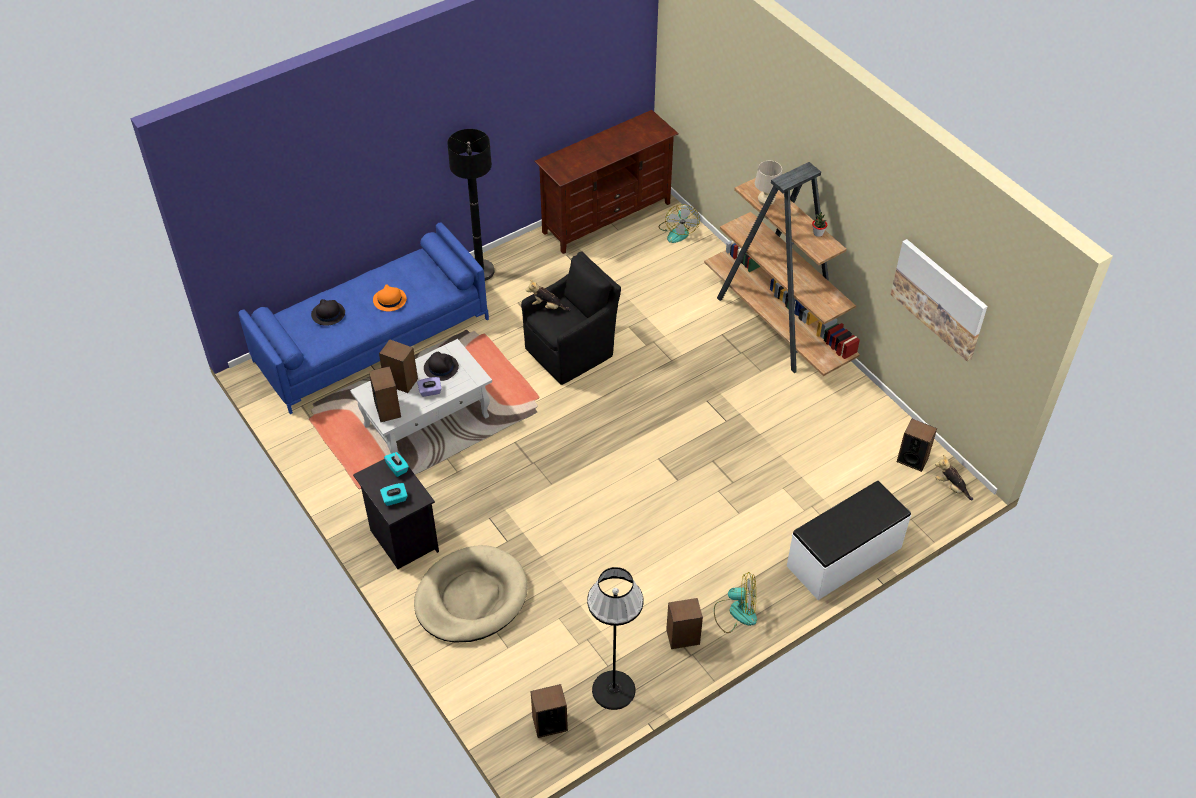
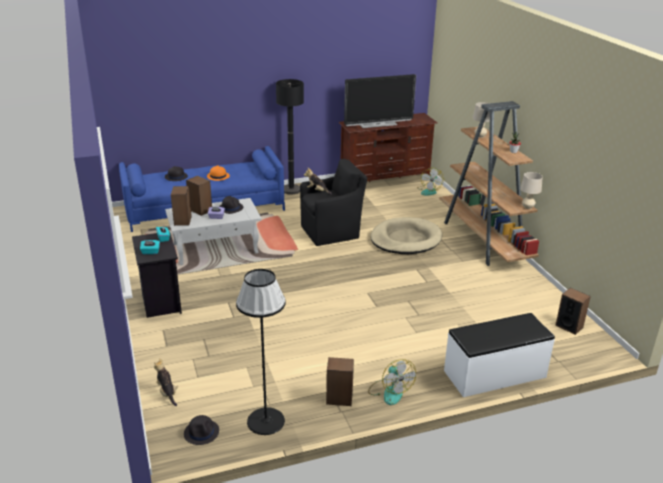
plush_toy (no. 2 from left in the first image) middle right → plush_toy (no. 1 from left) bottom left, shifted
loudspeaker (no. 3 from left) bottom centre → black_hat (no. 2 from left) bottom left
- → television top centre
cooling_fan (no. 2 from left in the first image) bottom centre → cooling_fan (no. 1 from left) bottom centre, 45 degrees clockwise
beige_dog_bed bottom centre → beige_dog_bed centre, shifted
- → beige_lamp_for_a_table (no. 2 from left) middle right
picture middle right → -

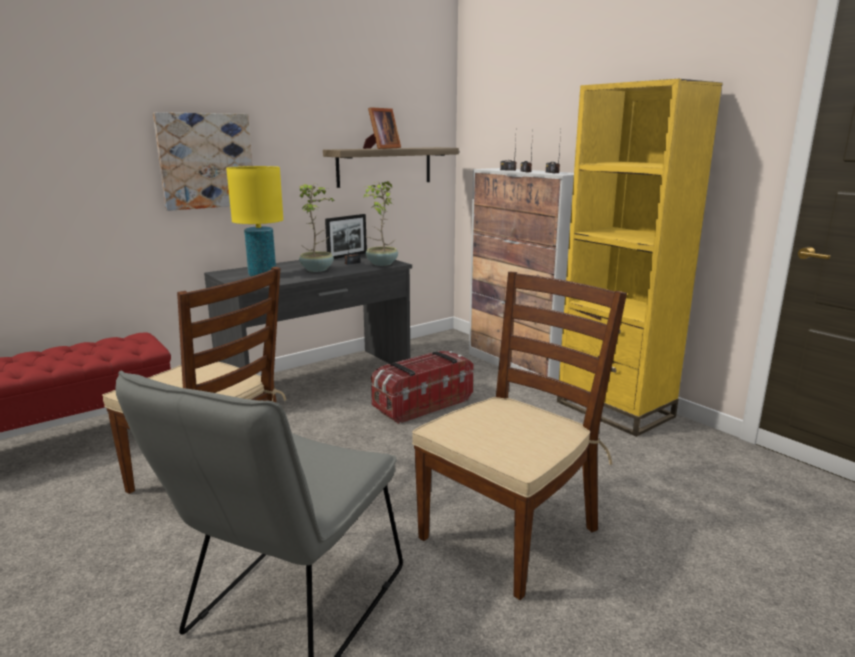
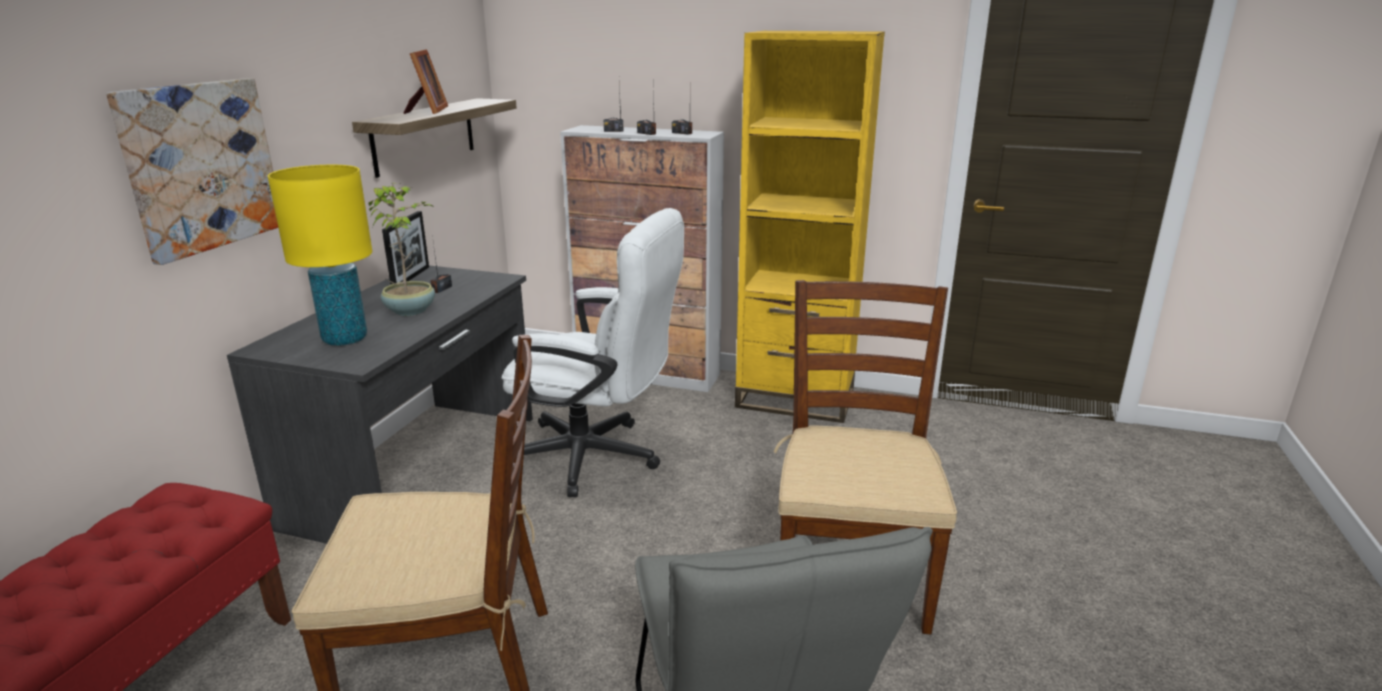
storage_container centre → white_office_chair centre
houseplant (no. 2 from left) centre → -

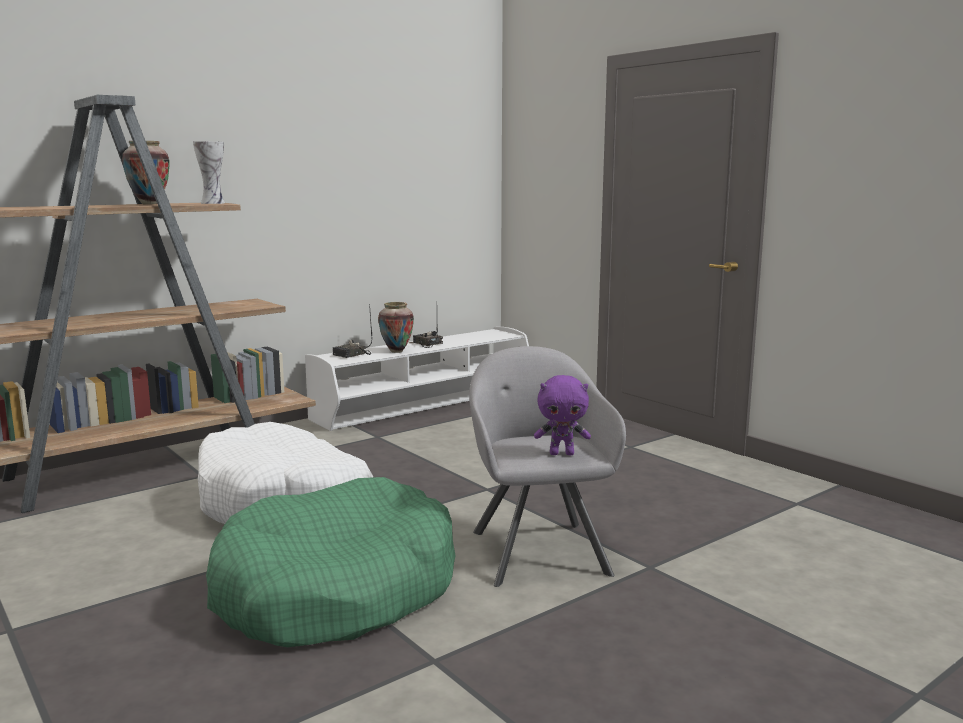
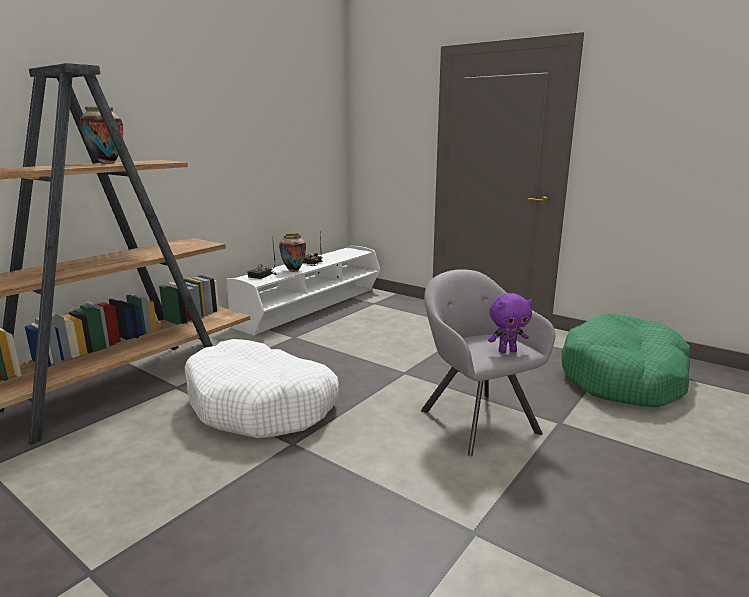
greenish_dog_bed bottom centre → greenish_dog_bed middle right, shifted
vase (no. 2 from left) top left → -

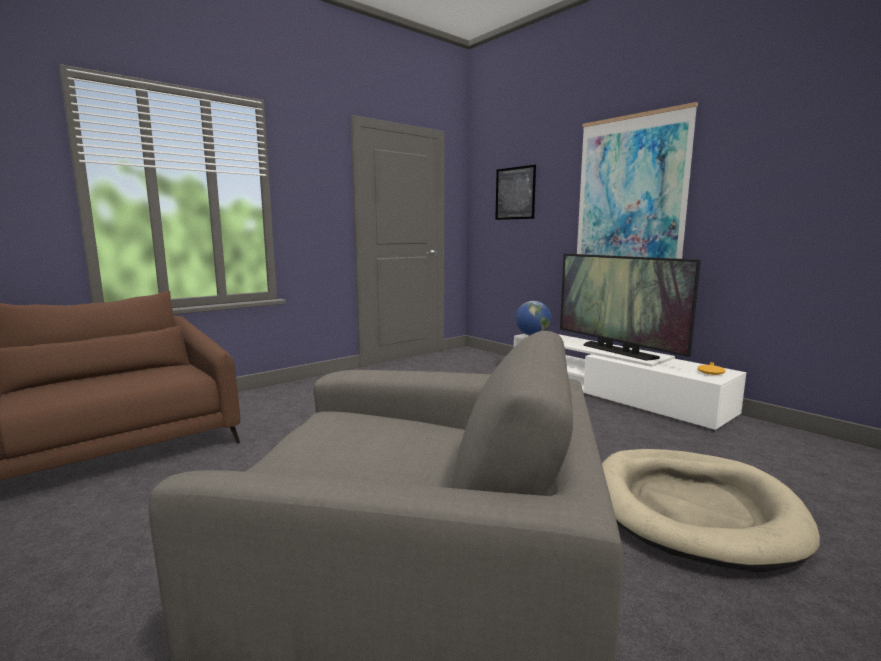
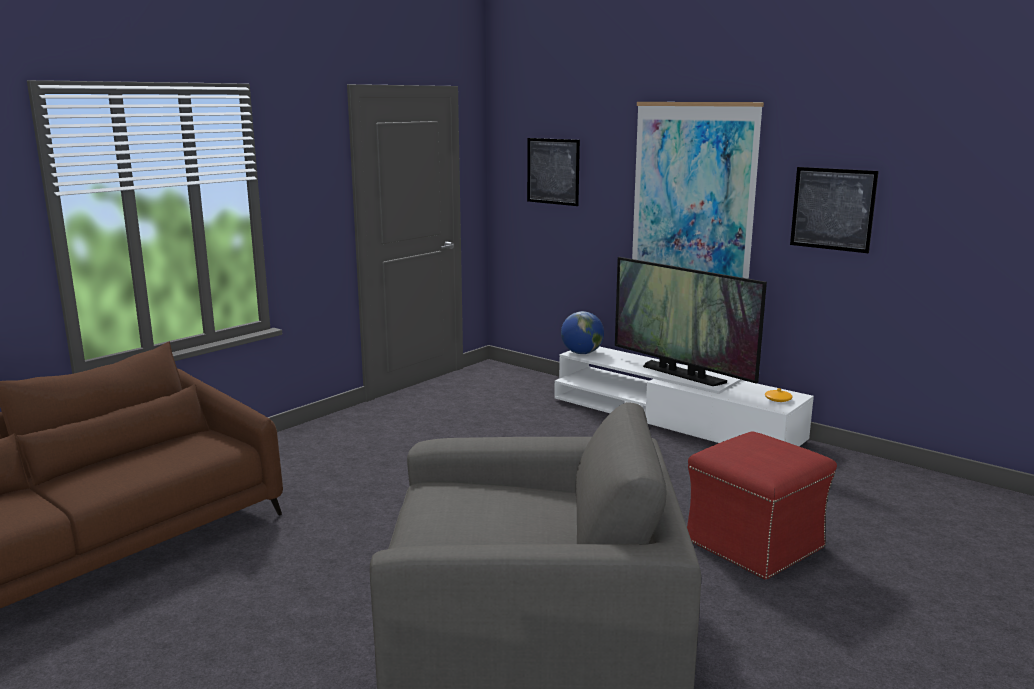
beige_dog_bed bottom right → red_footrest bottom right
- → picture (no. 3 from left) top right

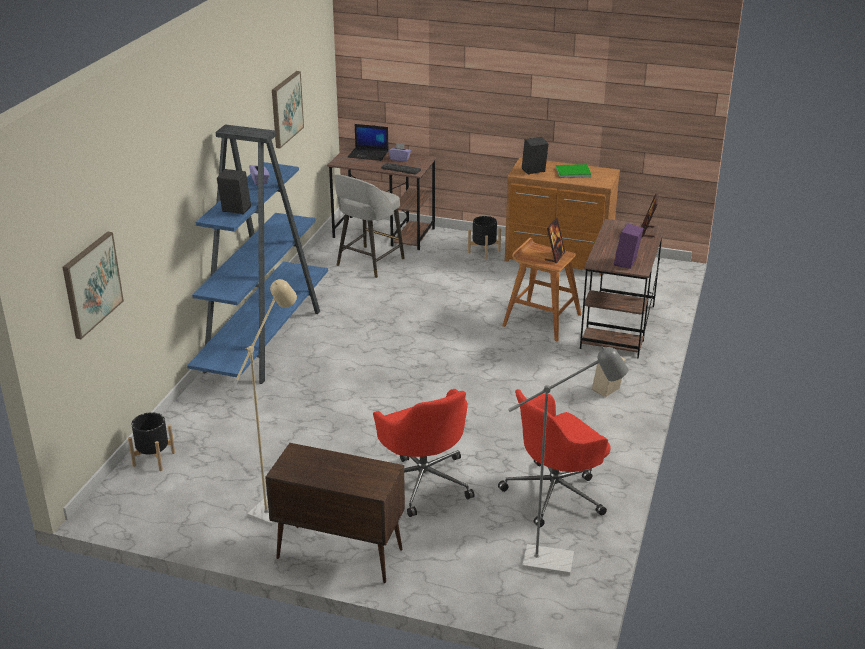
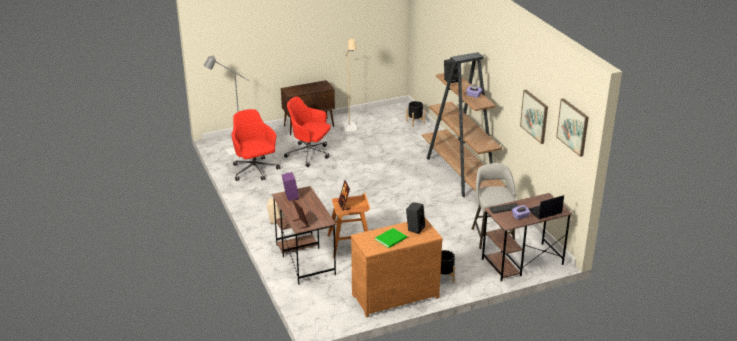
red_office_chair (no. 2 from left in the first image) bottom centre → red_office_chair (no. 1 from left) centre, 45 degrees counterclockwise
blue-coloured_bookcase middle left → brownish_bookcase centre
picture (no. 1 from left in the first image) middle left → picture (no. 2 from left) middle right, shifted

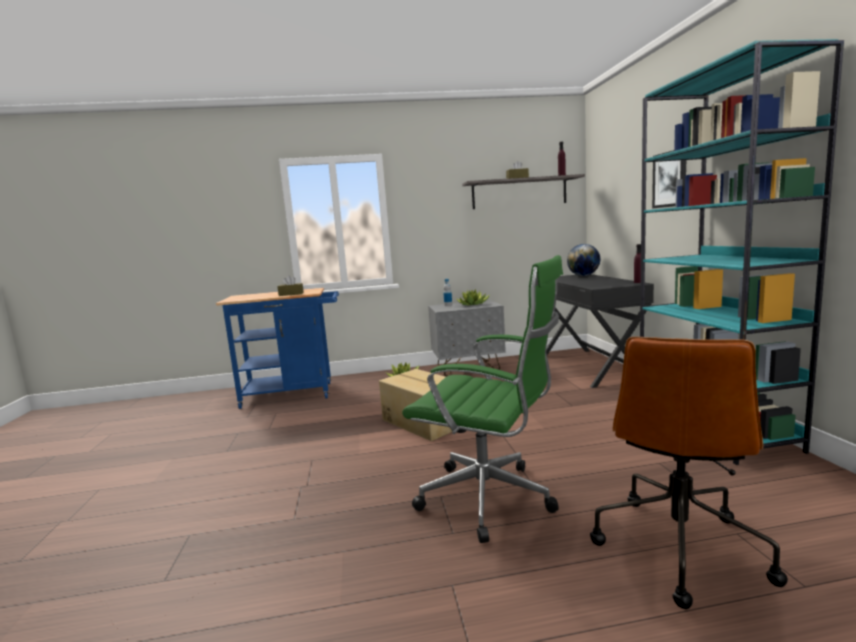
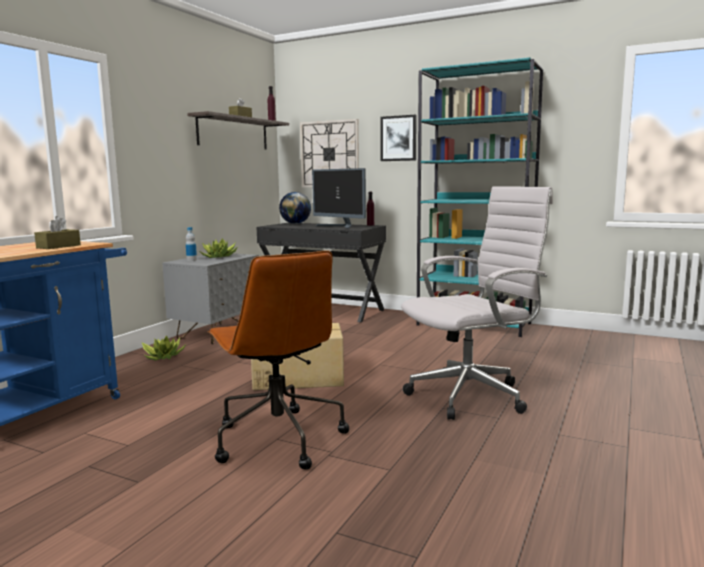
brownish_office_chair bottom right → brownish_office_chair centre, shifted
- → wall_clock top centre
- → monitor centre
greenish_office_chair centre → white_office_chair middle right

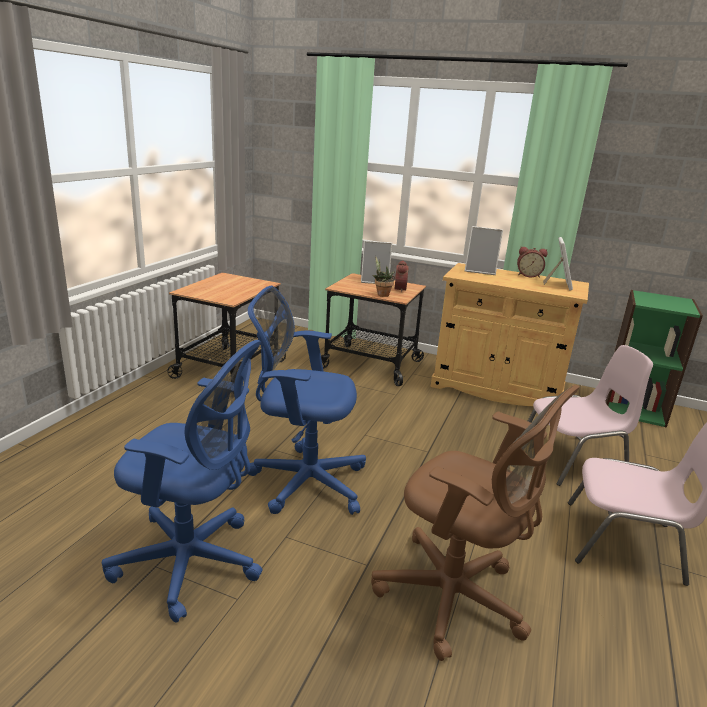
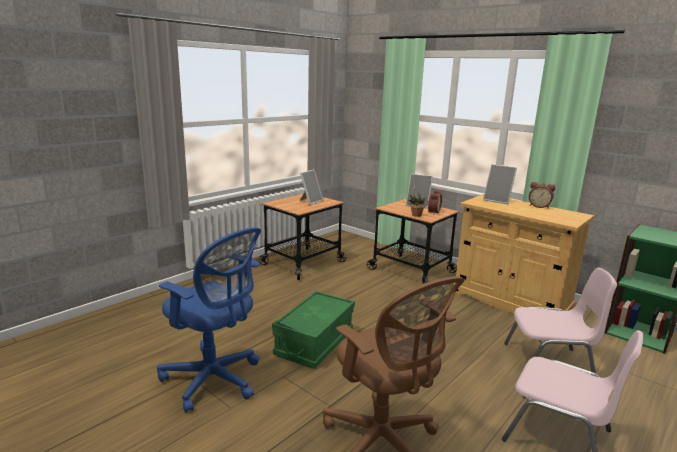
blue-coloured_office_chair (no. 2 from left) centre → greenish_storage_container bottom centre
standing_frame (no. 3 from left in the first image) middle right → standing_frame (no. 1 from left) centre, shifted

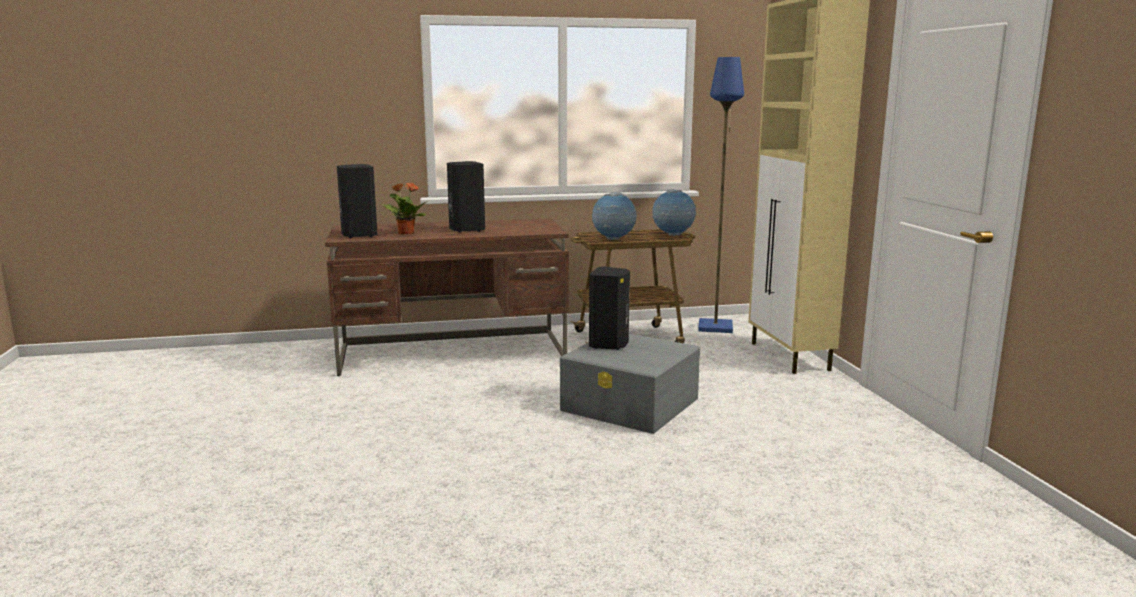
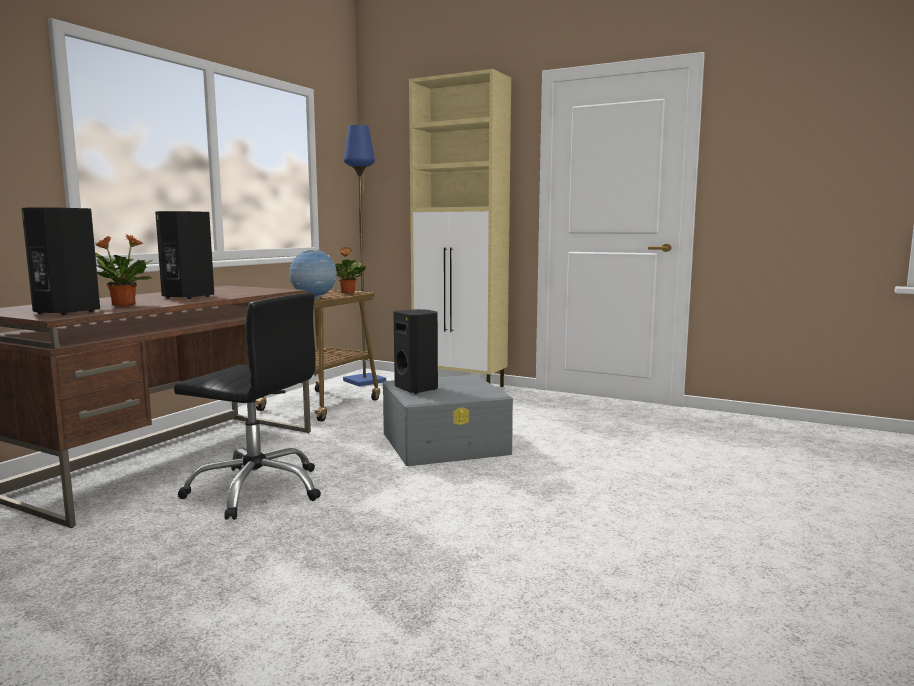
- → black_office_chair middle left
world_globe (no. 2 from left) centre → houseplant (no. 2 from left) centre

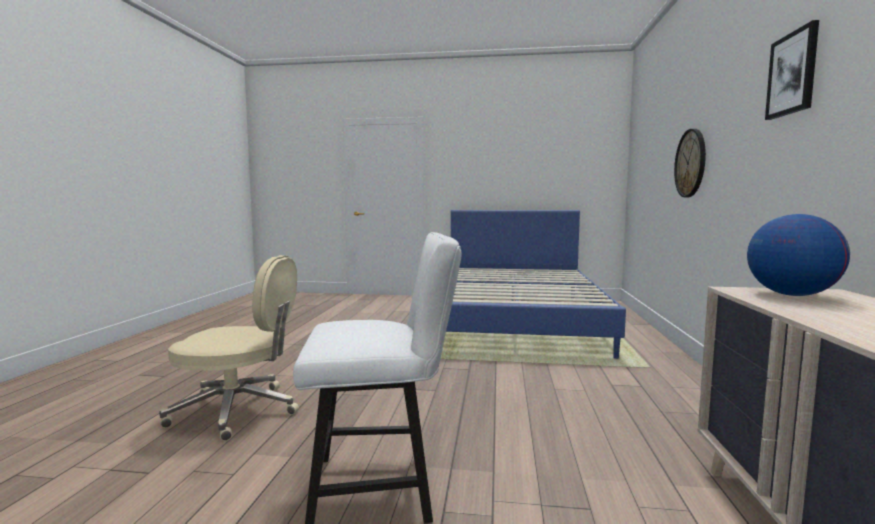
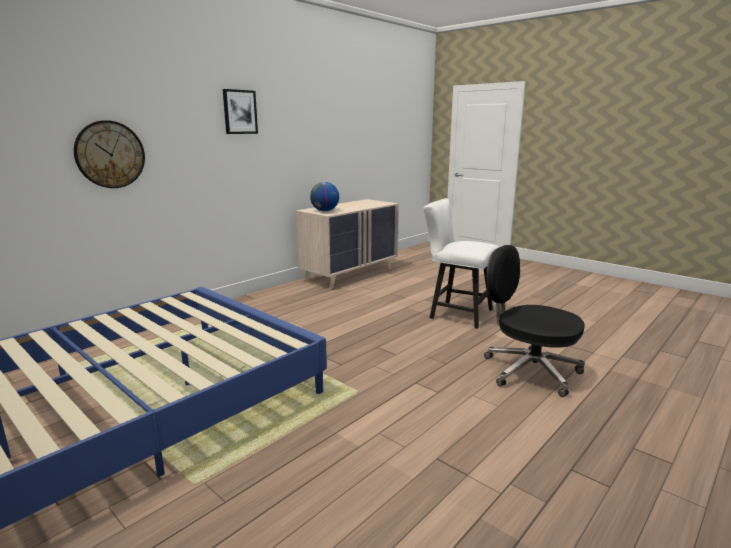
beige_office_chair middle left → black_office_chair middle right

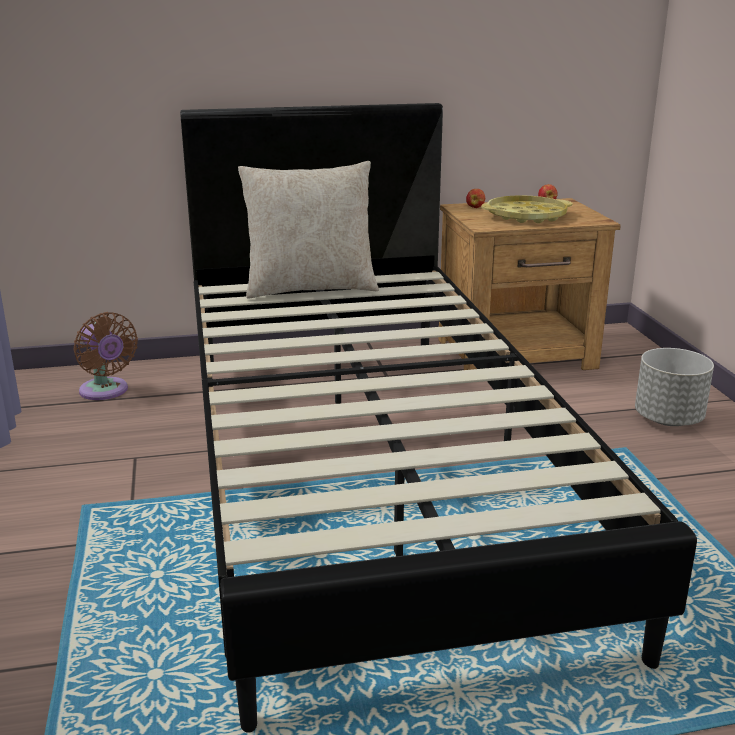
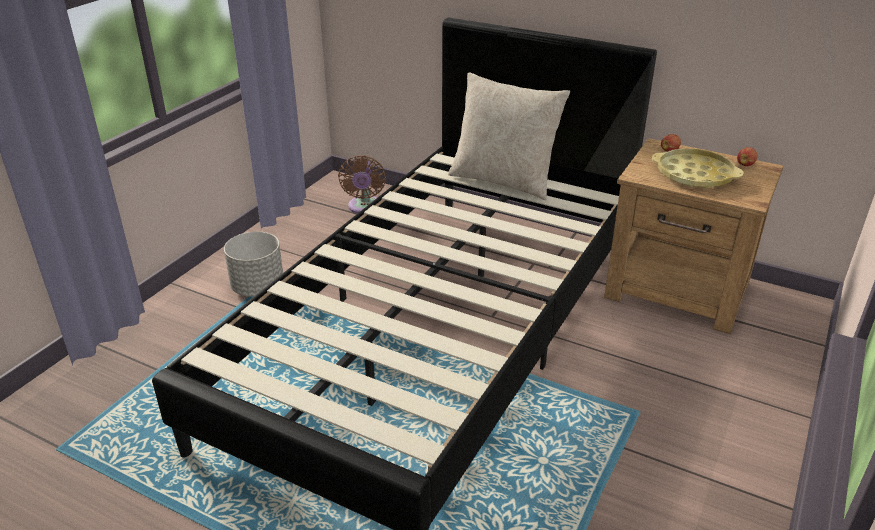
greyish_planter middle right → greyish_planter middle left, shifted

